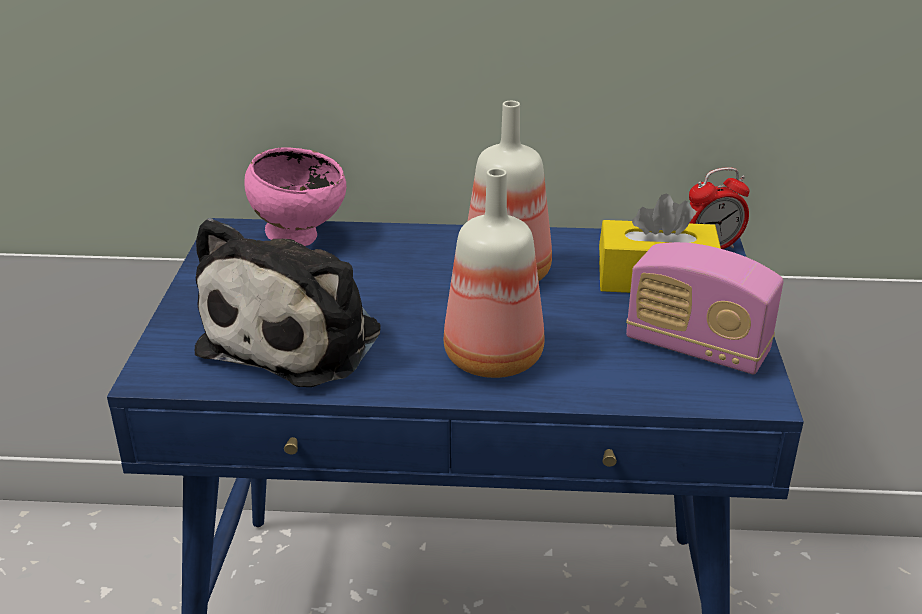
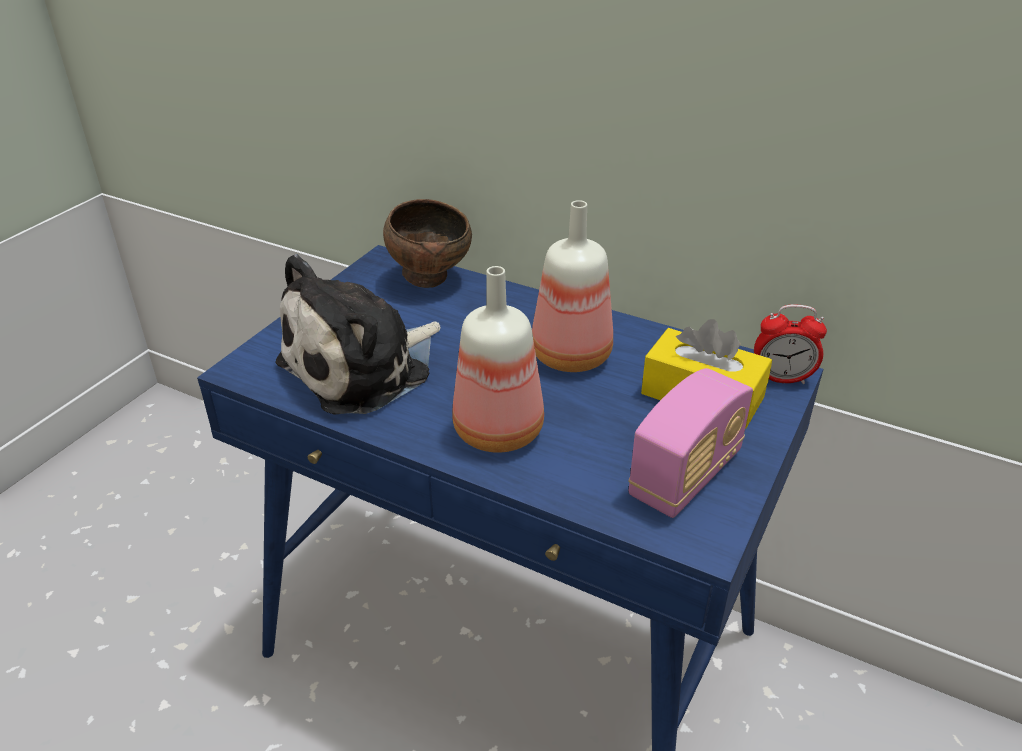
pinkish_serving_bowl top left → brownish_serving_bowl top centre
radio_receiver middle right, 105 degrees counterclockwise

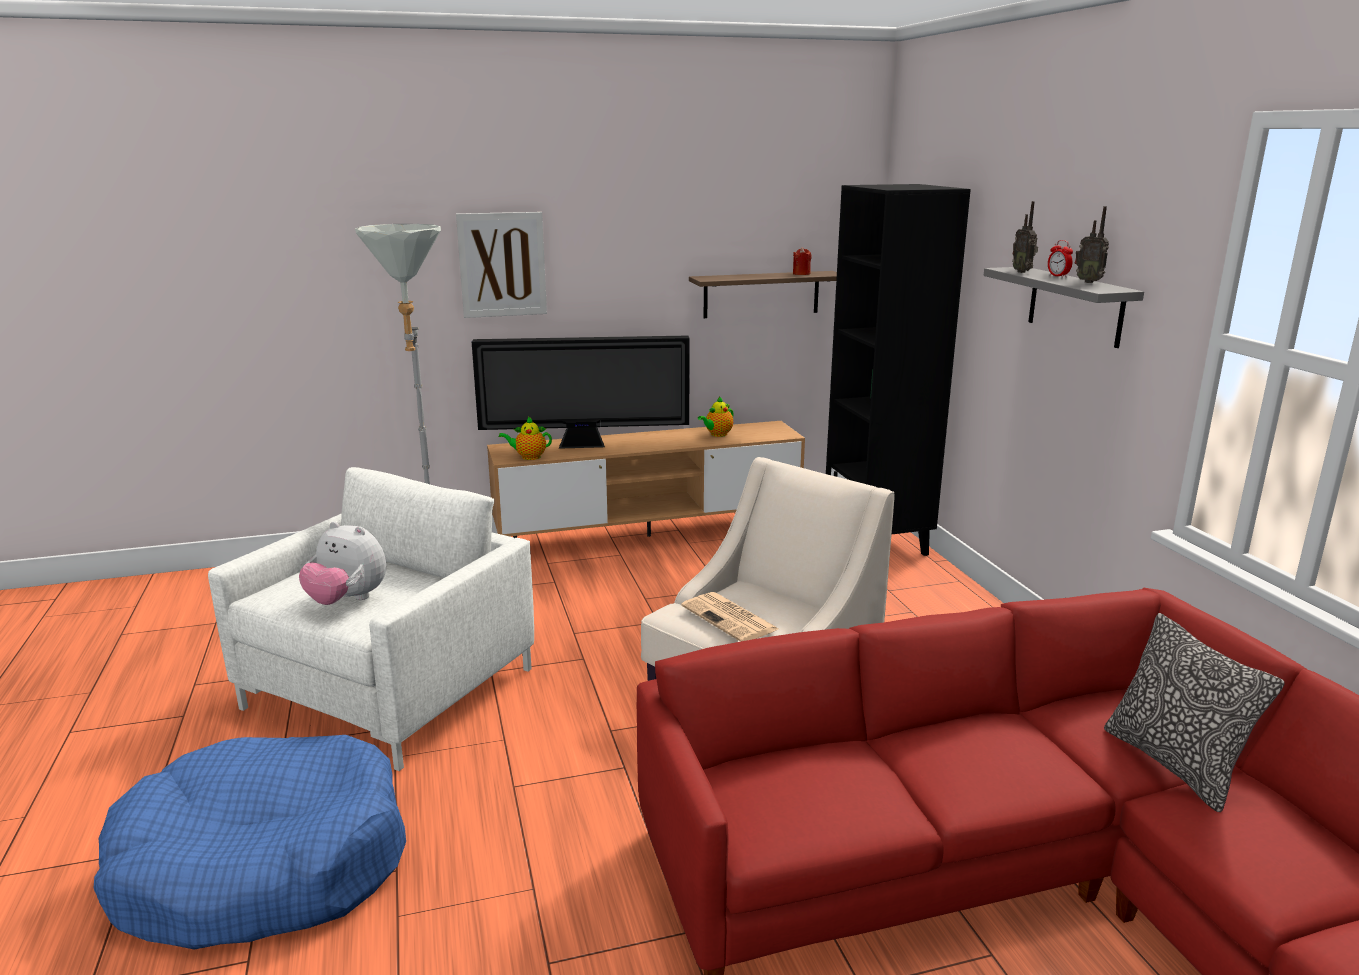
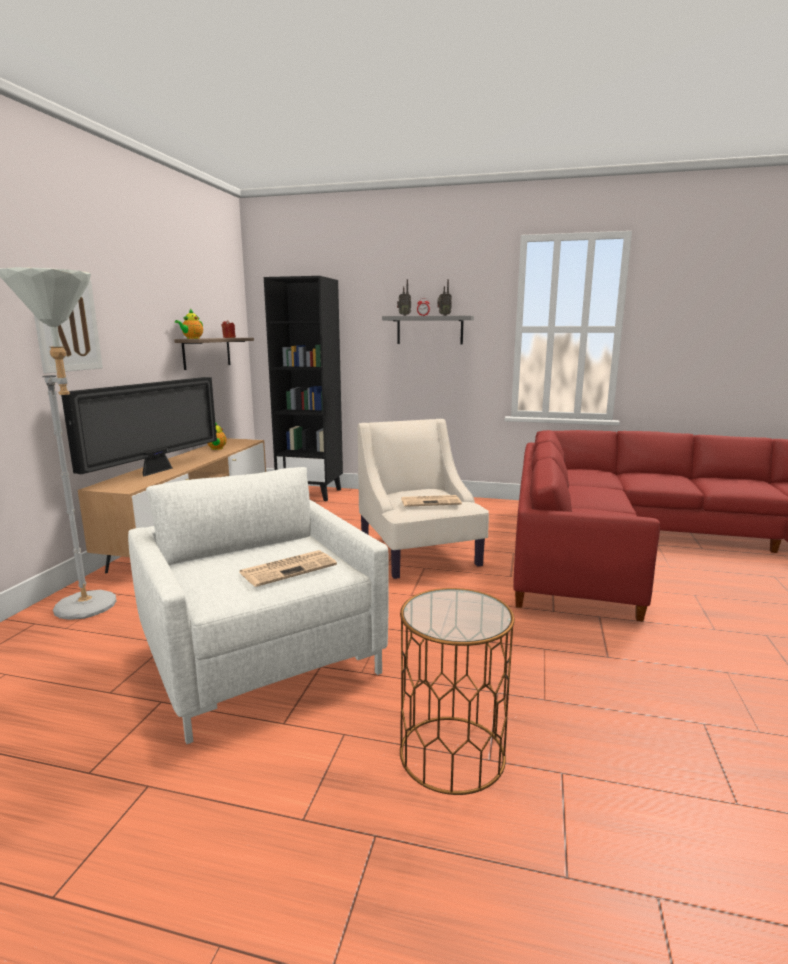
pot_for_tea (no. 1 from left) centre → pot_for_tea (no. 1 from left) middle left, shifted
plush_toy middle left → newspaper (no. 1 from left) centre
blue-coloured_dog_bed bottom left → brownish_accent_table bottom centre
pillow bottom right → -

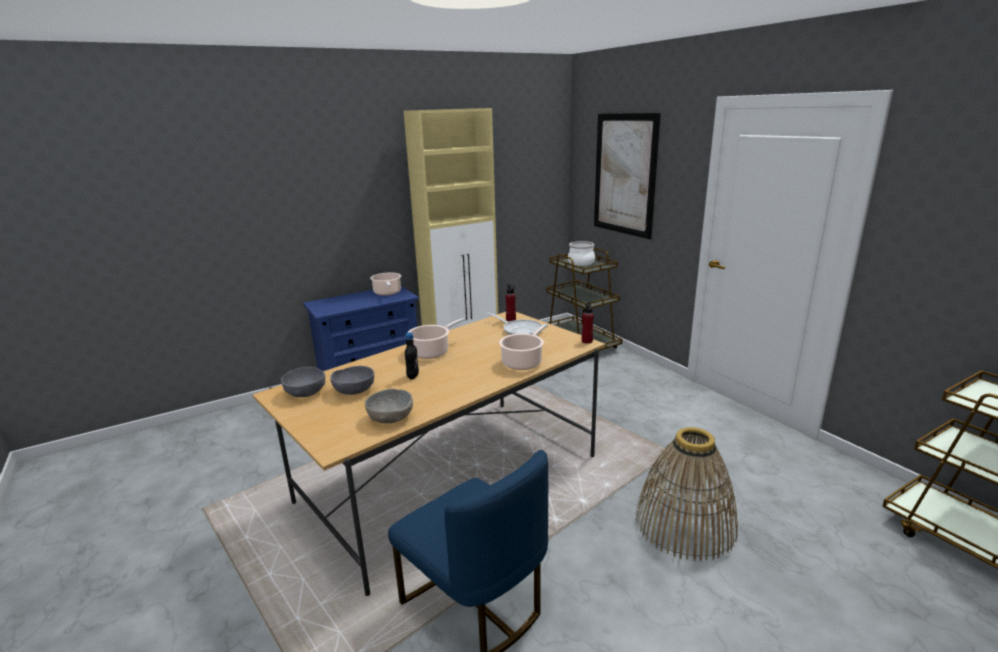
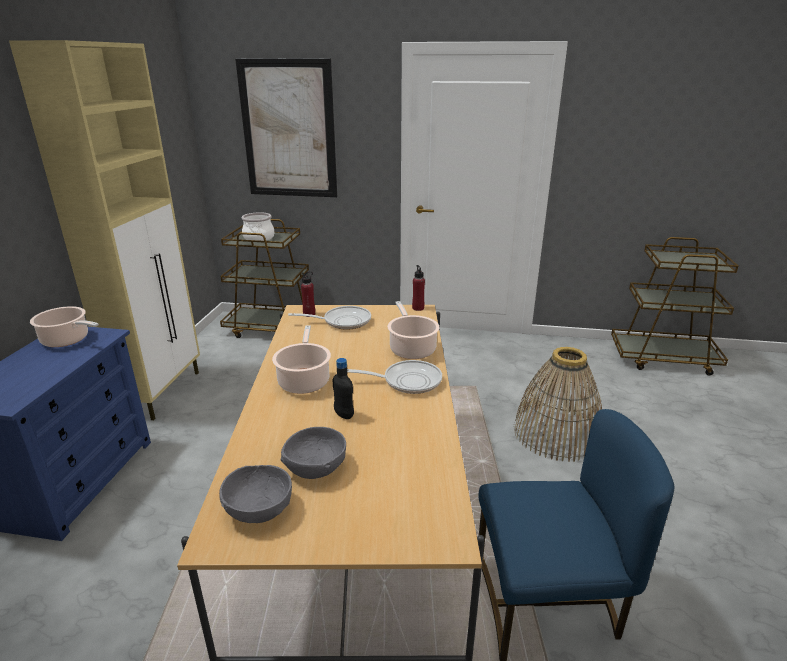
- → frying_pan (no. 2 from left) centre
greyish_serving_bowl (no. 3 from left) centre → -

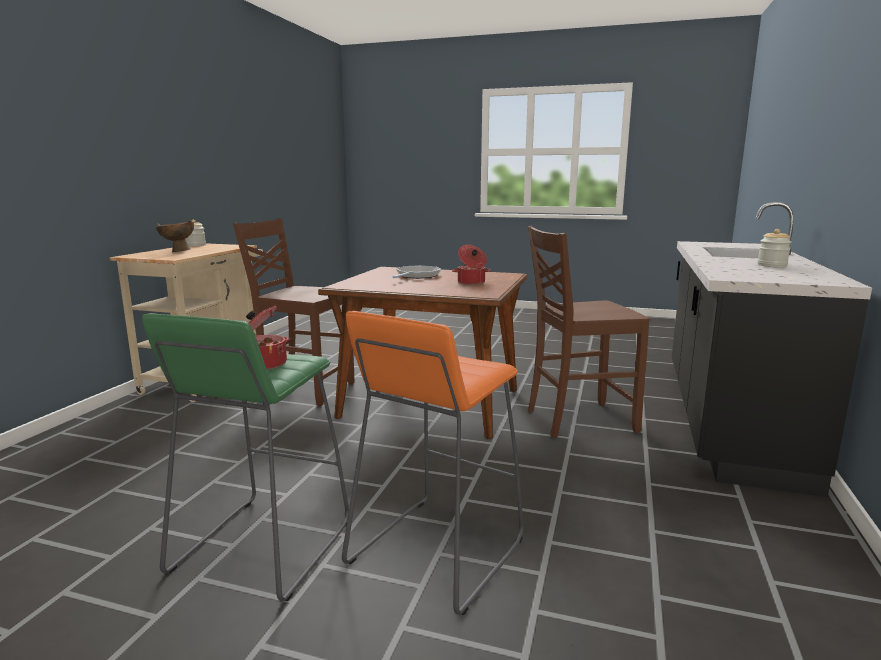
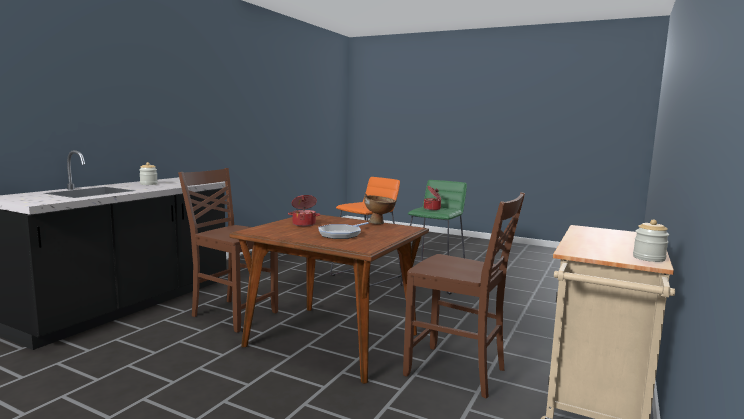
brownish_chair (no. 2 from left in the first image) middle right → brownish_chair (no. 1 from left) middle left, 150 degrees counterclockwise
brownish_serving_bowl middle left → brownish_serving_bowl centre, shifted

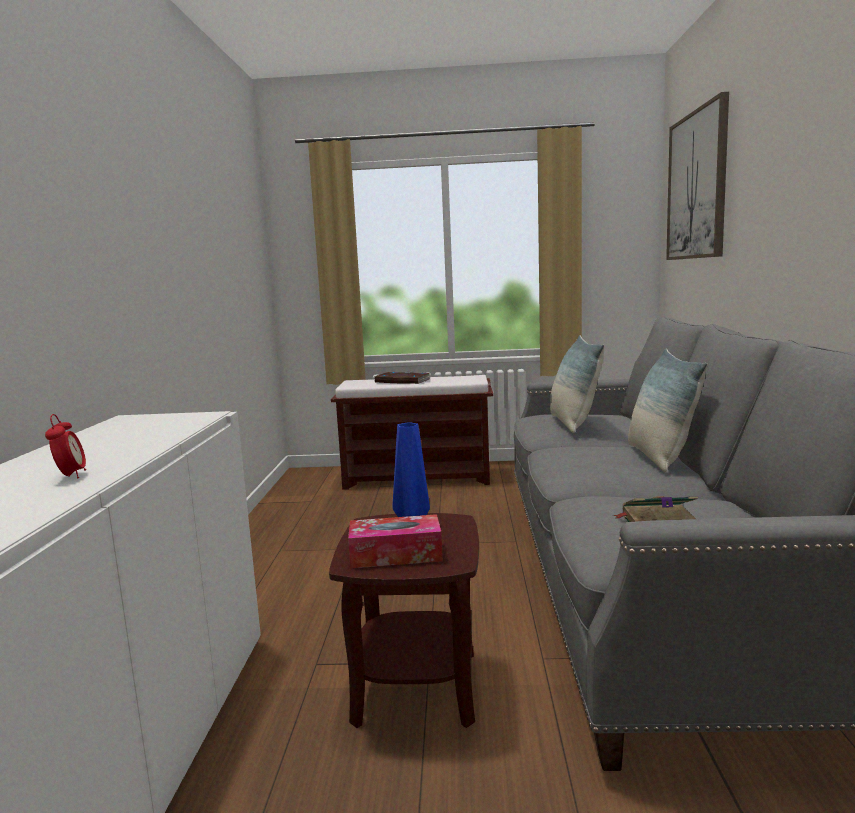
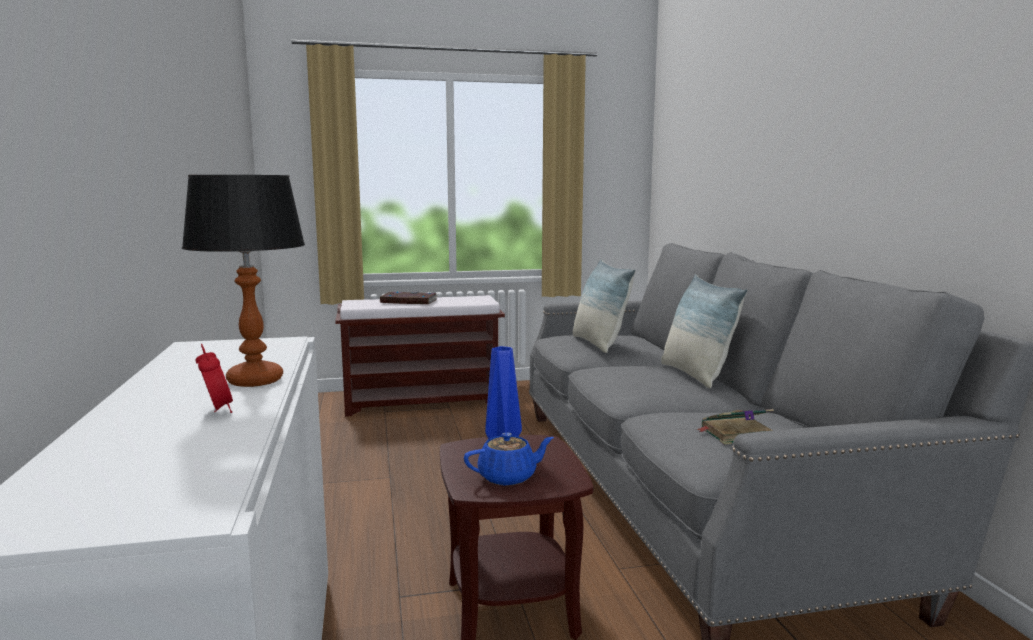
- → lamp_for_a_table middle left
box_of_tissues centre → blue-coloured_pot_for_tea bottom centre
picture top right → -

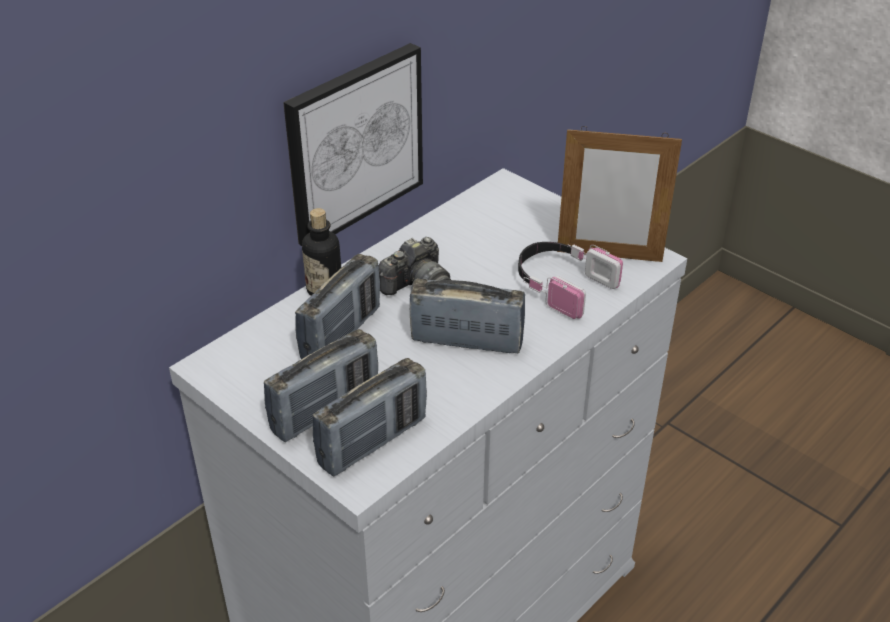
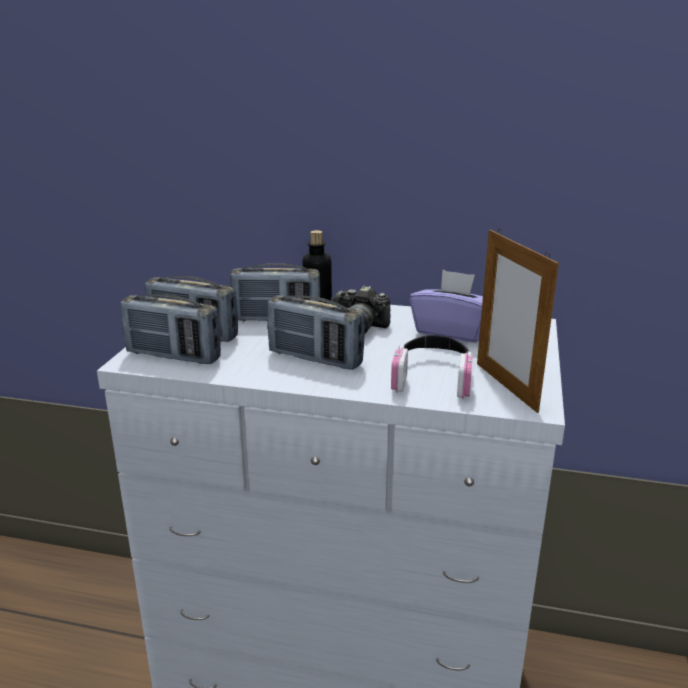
radio_receiver (no. 4 from left) centre, 135 degrees clockwise
- → purple_box_of_tissues centre
picture top centre → -

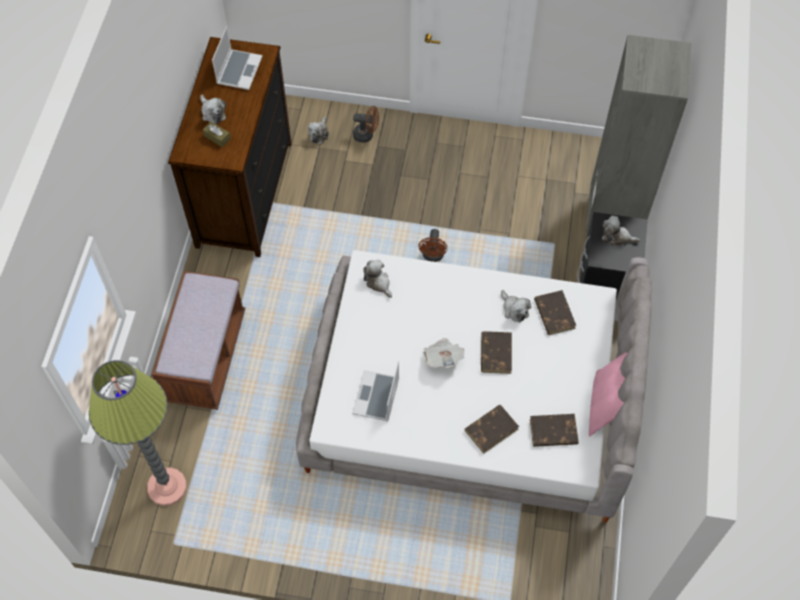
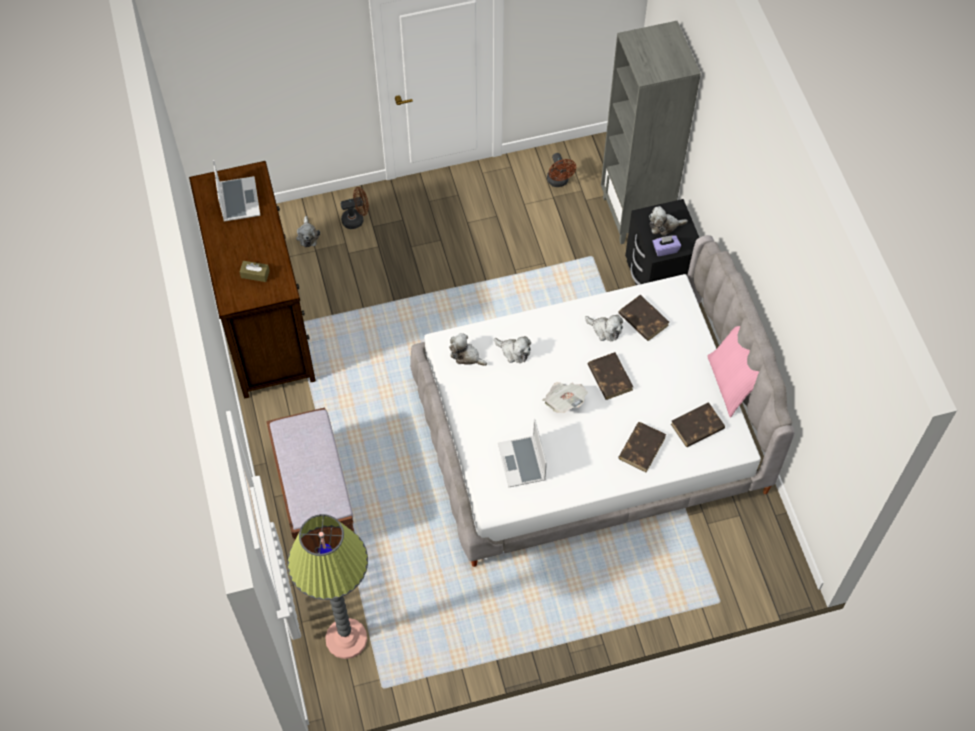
plush_toy (no. 1 from left in the first image) top left → plush_toy (no. 3 from left) centre, shifted
brownish_cooling_fan (no. 2 from left) centre → brownish_cooling_fan (no. 2 from left) top centre, shifted
- → purple_box_of_tissues middle right

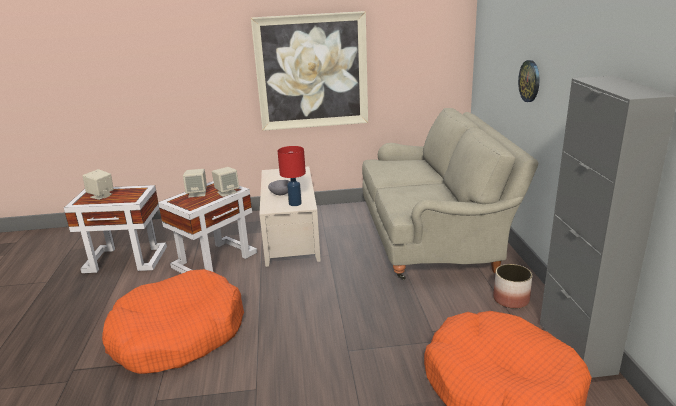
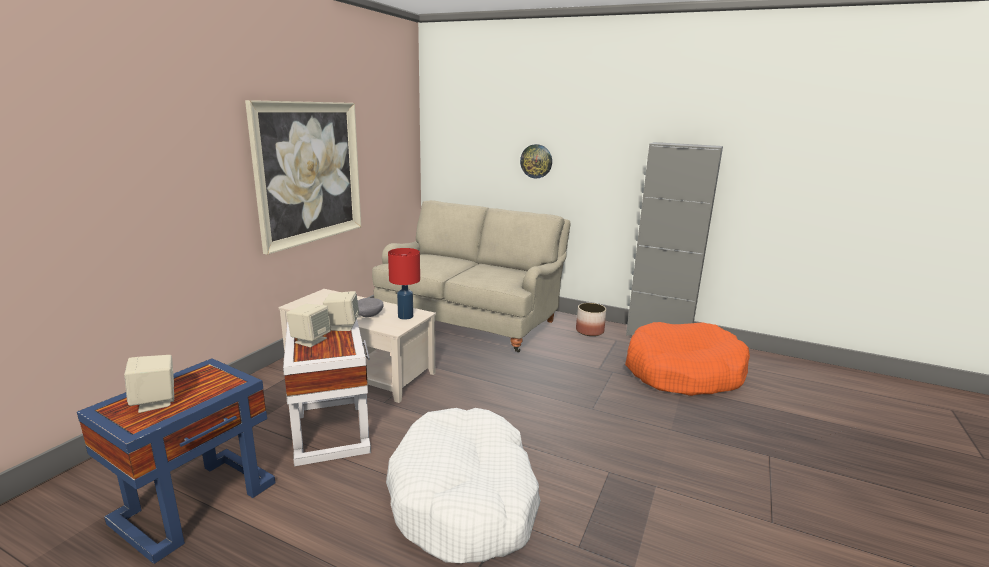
white_accent_table (no. 1 from left) middle left → blue-coloured_accent_table bottom left
orange_dog_bed (no. 1 from left) bottom left → white_dog_bed bottom centre

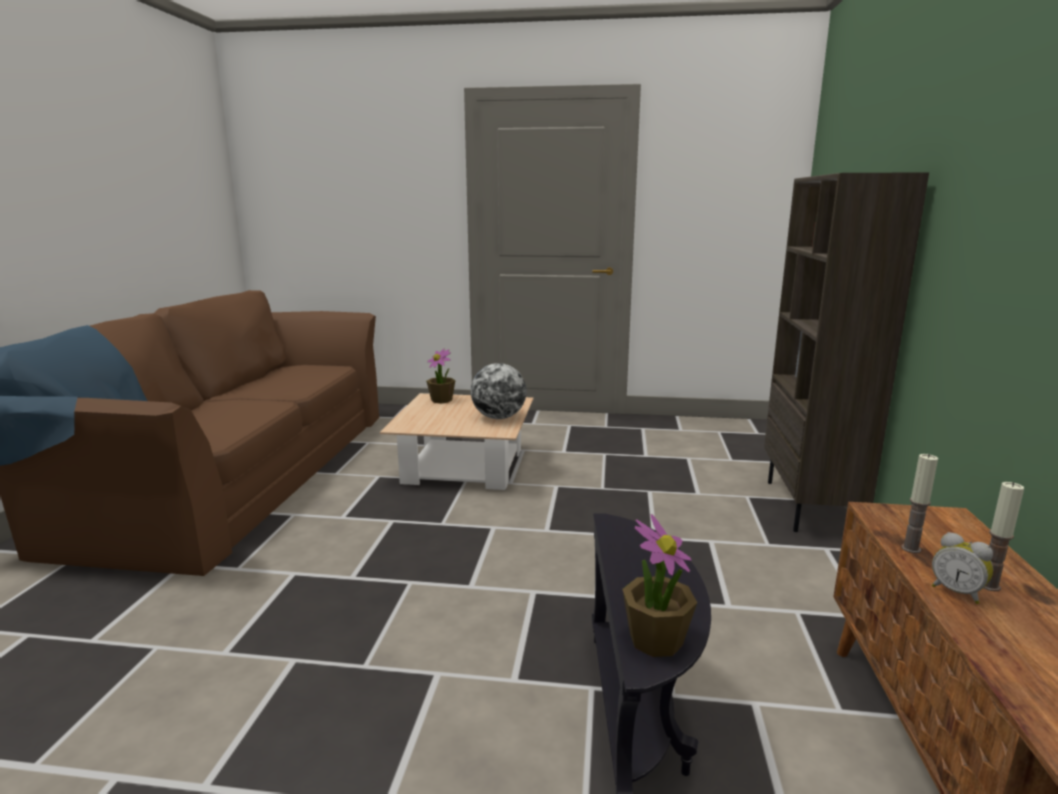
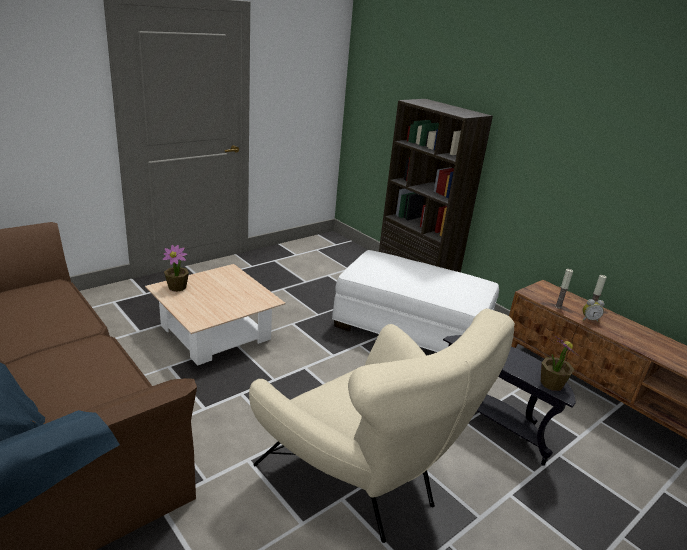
- → beige_lounge_chair bottom centre
- → white_footrest centre
world_globe centre → -

